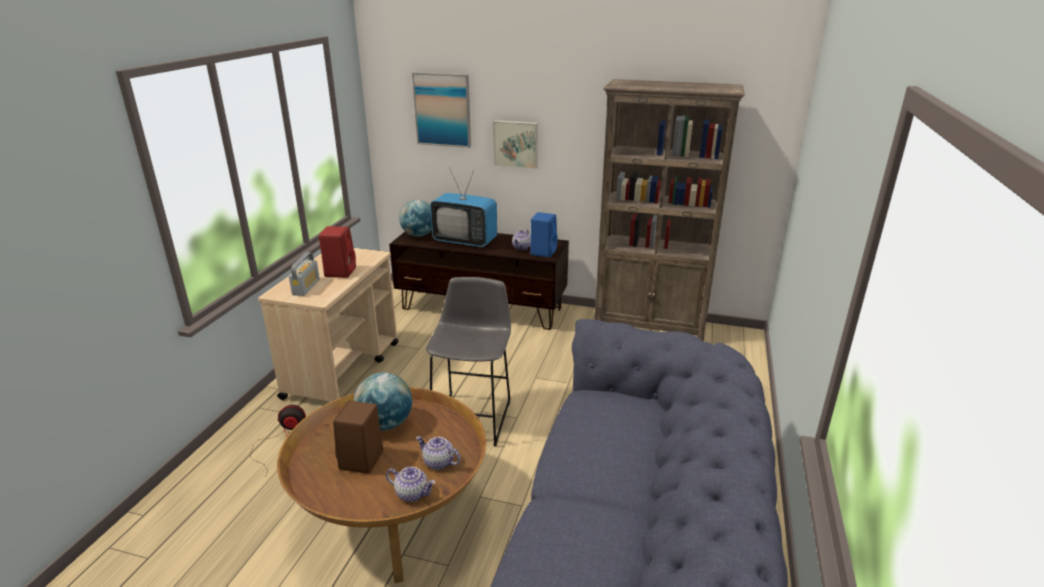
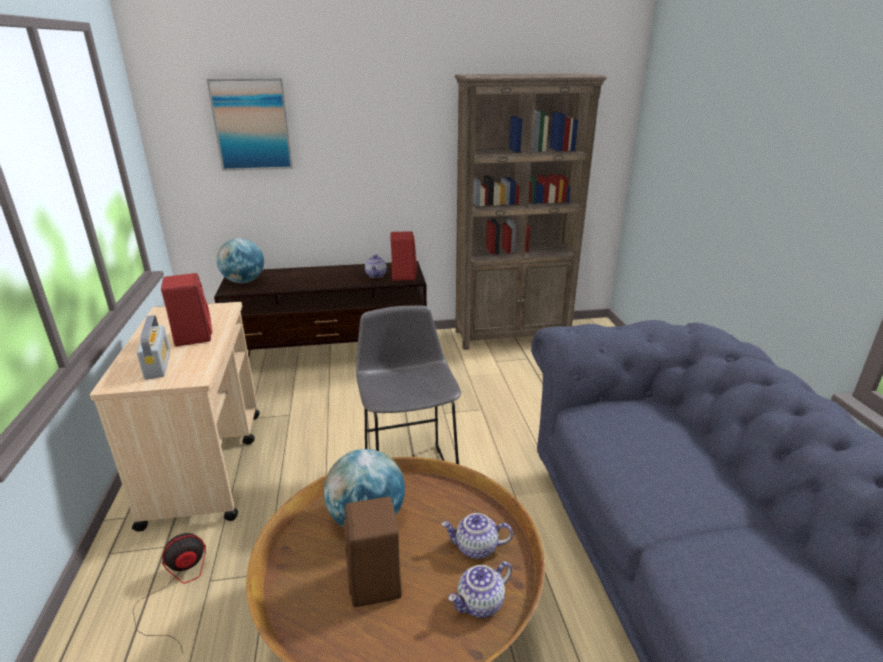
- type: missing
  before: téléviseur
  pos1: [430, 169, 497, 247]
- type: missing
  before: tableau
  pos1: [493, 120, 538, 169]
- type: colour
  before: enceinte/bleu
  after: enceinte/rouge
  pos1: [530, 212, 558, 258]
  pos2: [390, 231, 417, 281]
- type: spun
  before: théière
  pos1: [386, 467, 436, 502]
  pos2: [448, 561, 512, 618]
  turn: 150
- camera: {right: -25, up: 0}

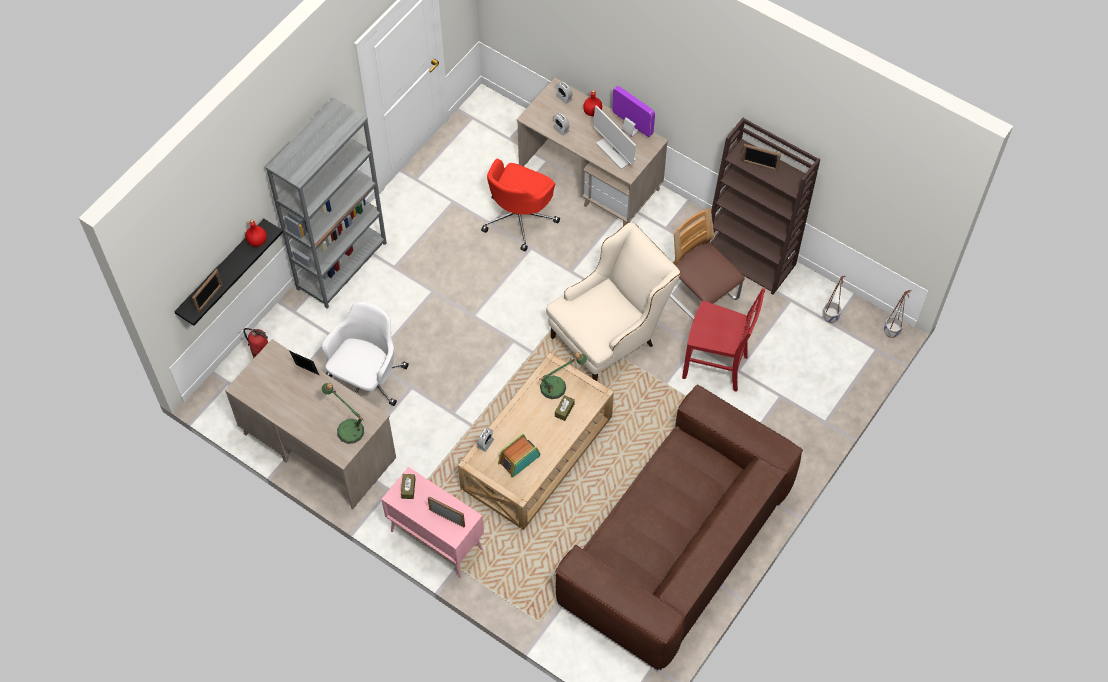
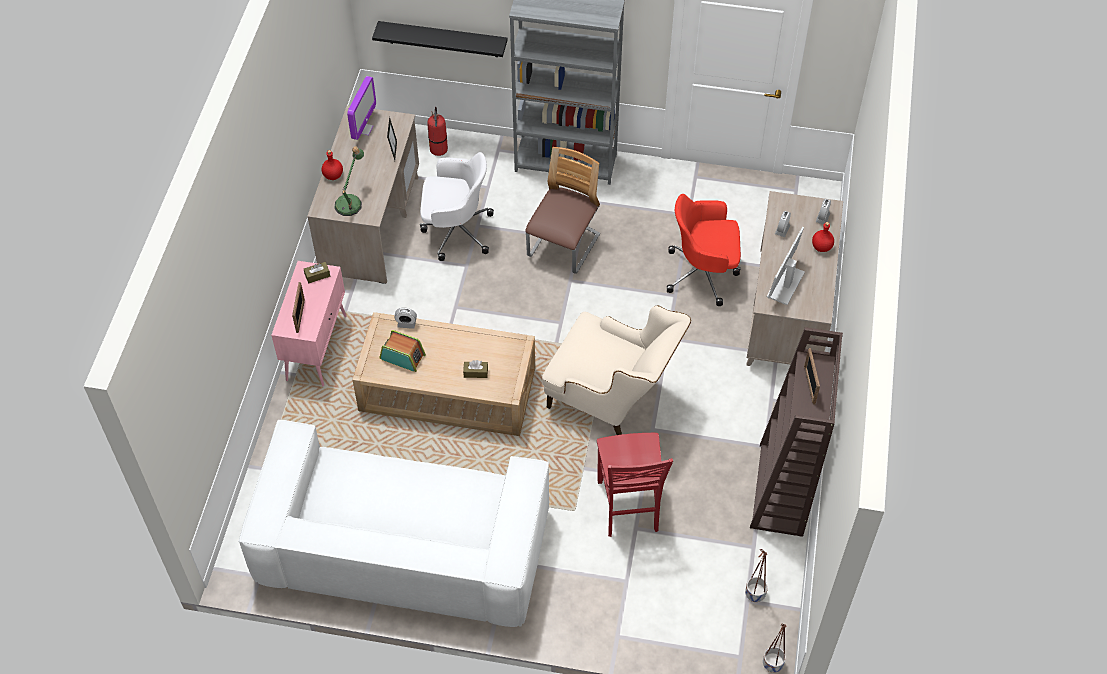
- type: missing
  before: cadre photo
  pos1: [192, 269, 222, 313]
- type: missing
  before: lampe de table
  pos1: [540, 352, 587, 399]
- type: relocated
  before: bouteille/rouge
  pos1: [245, 220, 267, 247]
  pos2: [322, 150, 343, 180]
- type: relocated
  before: écran d'ordinateur
  pos1: [612, 86, 655, 137]
  pos2: [347, 76, 376, 140]
- type: relocated
  before: chaise
  pos1: [670, 208, 745, 320]
  pos2: [525, 147, 600, 274]
- type: colour
  before: canapé/marron
  after: canapé/blanc
  pos1: [555, 384, 803, 670]
  pos2: [238, 420, 549, 627]
- camera: {right: 65, up: -5}

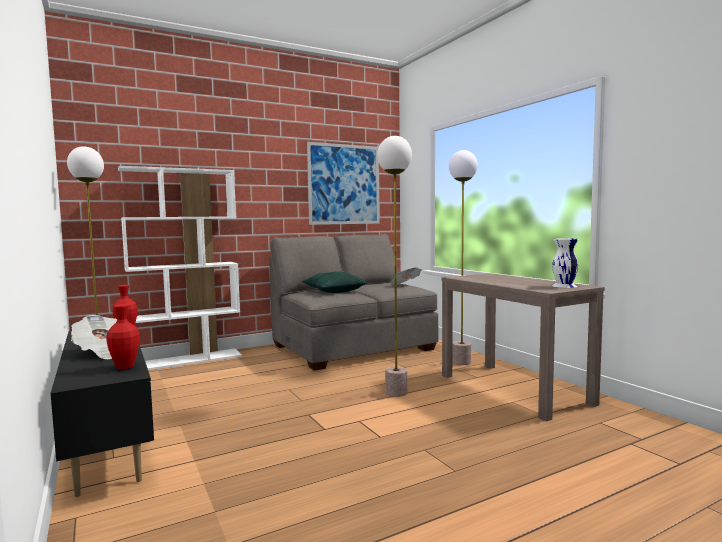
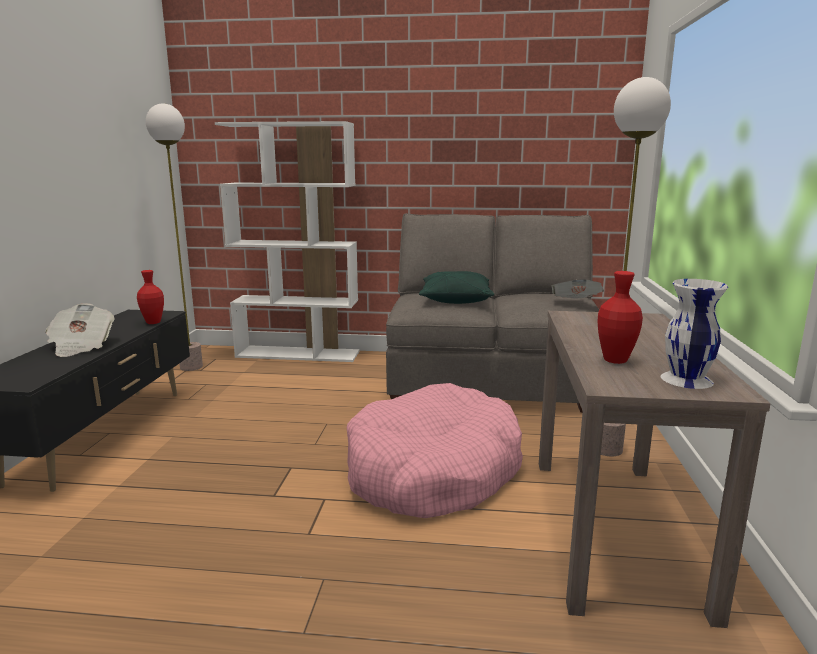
- type: missing
  before: tableau
  pos1: [307, 142, 379, 225]
- type: relocated
  before: vase/rouge
  pos1: [106, 304, 139, 369]
  pos2: [597, 271, 643, 364]
- type: exchanged
  before: lampadaire
  after: panier pour chien/rose
  pos1: [377, 136, 412, 397]
  pos2: [347, 383, 523, 518]
- camera: {right: 35, up: 10}

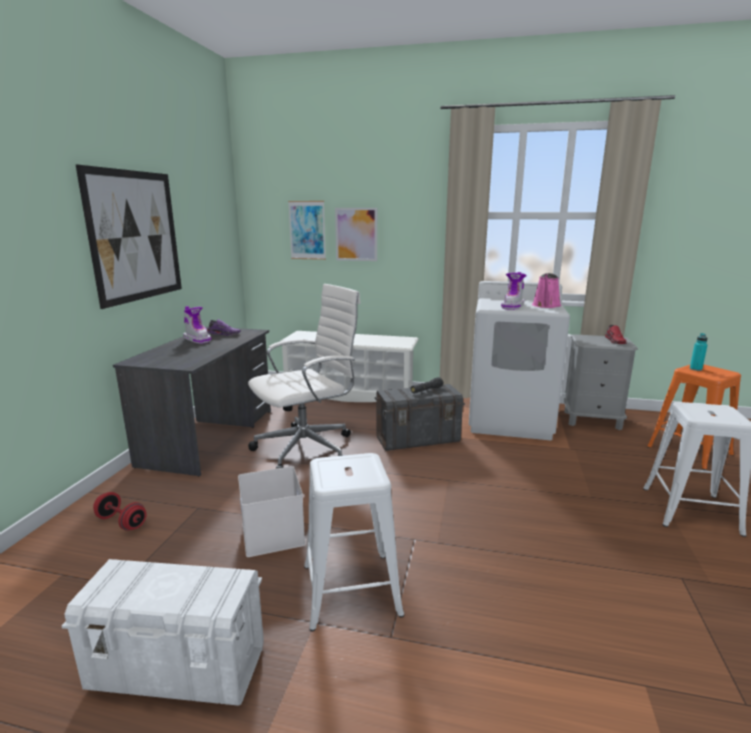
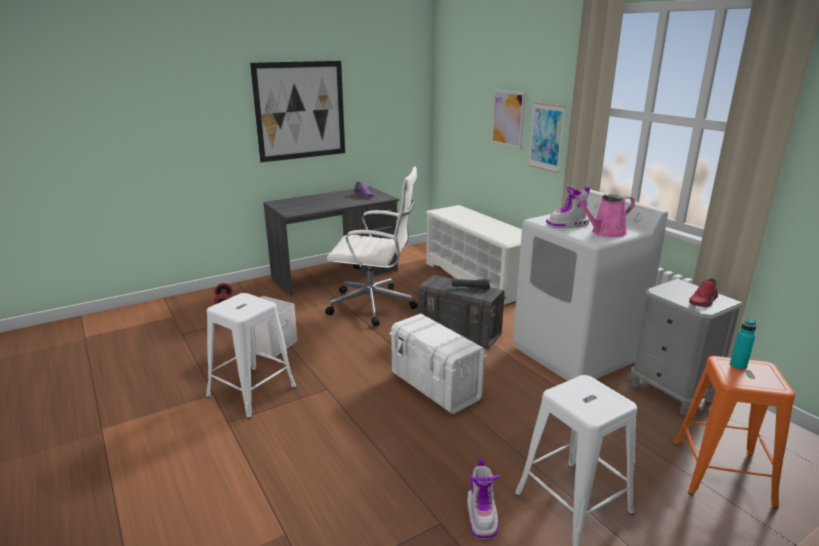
- type: relocated
  before: boîte de rangement/blanc
  pos1: [62, 559, 264, 706]
  pos2: [389, 314, 487, 414]
- type: relocated
  before: botte
  pos1: [183, 306, 211, 344]
  pos2: [467, 459, 500, 539]
- type: relocated
  before: tableau
  pos1: [288, 201, 326, 260]
  pos2: [528, 102, 566, 173]
- camera: {right: 45, up: 5}

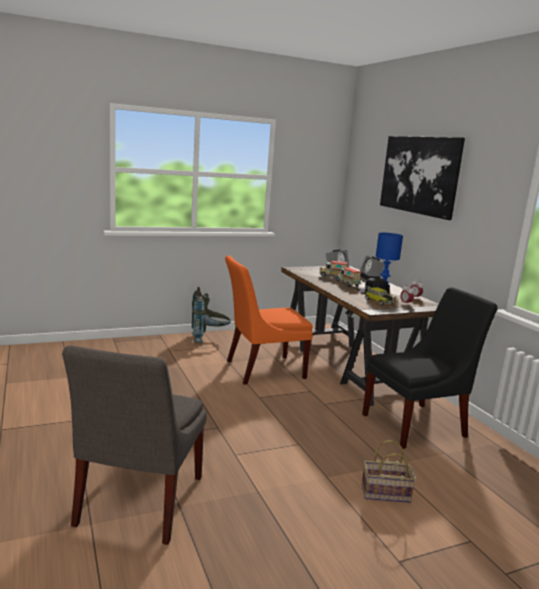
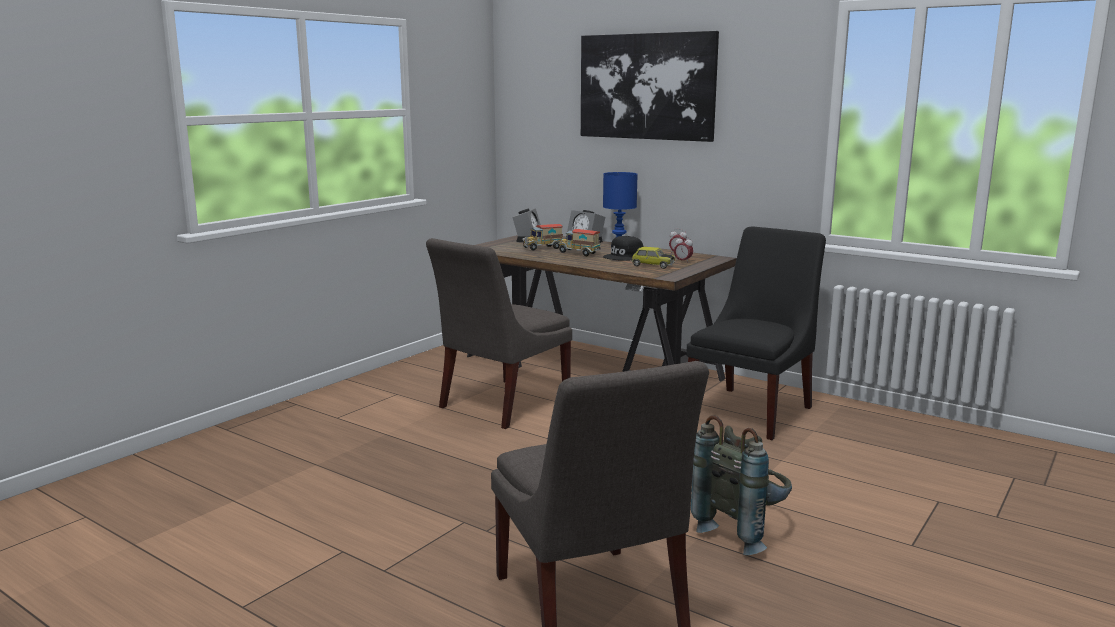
- type: missing
  before: panier
  pos1: [362, 440, 416, 503]
- type: relocated
  before: sac à dos/gris
  pos1: [192, 286, 231, 342]
  pos2: [691, 415, 792, 555]
- type: colour
  before: chaise/orange
  after: chaise/gris
  pos1: [225, 255, 313, 385]
  pos2: [426, 238, 572, 429]
- camera: {right: -30, up: 0}

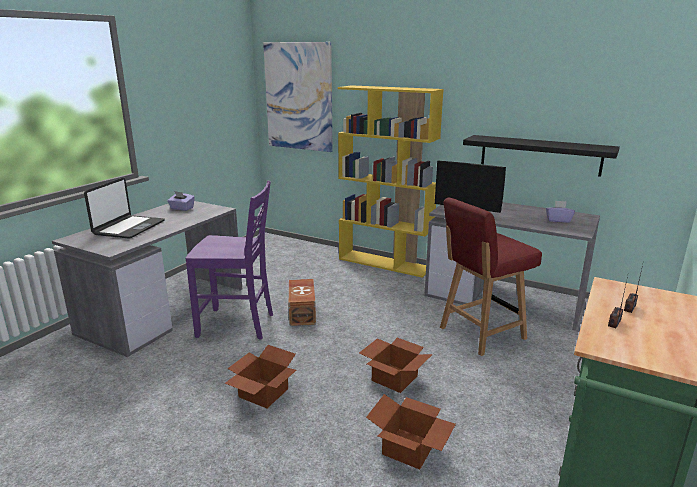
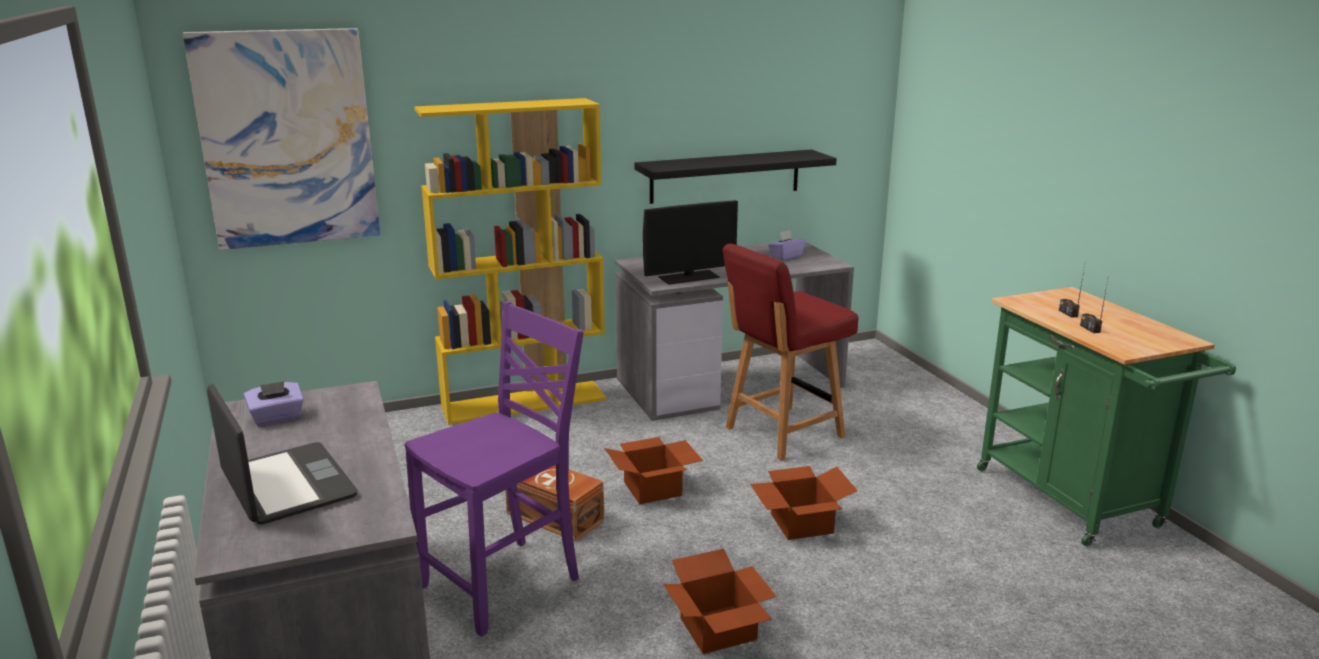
- type: relocated
  before: carton
  pos1: [366, 394, 456, 469]
  pos2: [604, 437, 703, 504]
- type: spun
  before: chaise/rouge
  pos1: [440, 198, 542, 356]
  pos2: [723, 243, 858, 460]
  turn: 45
- camera: {right: -50, up: 0}

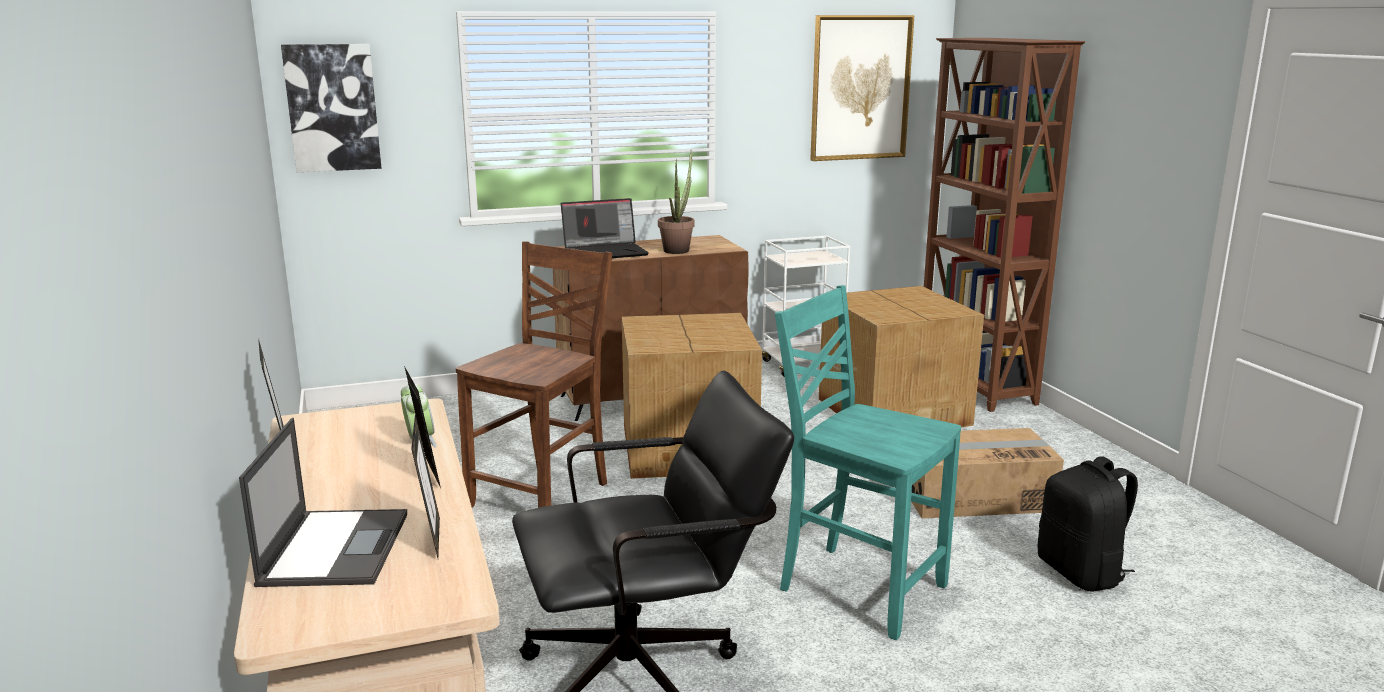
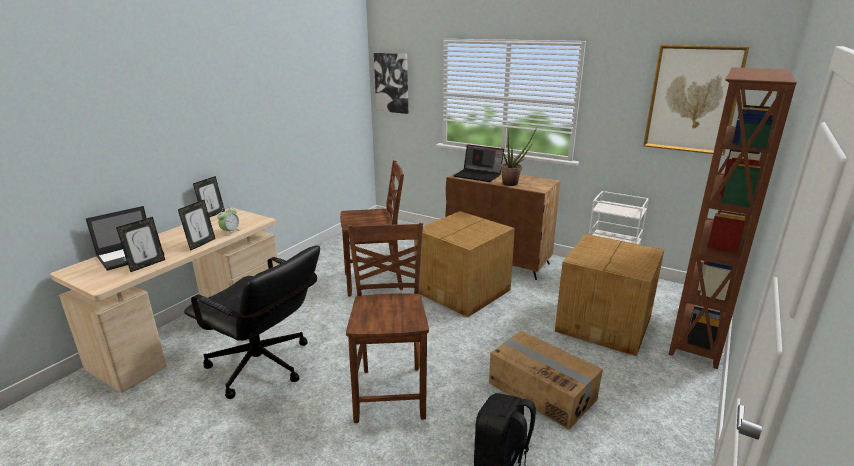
- type: colour
  before: chaise/turquoise
  after: chaise/marron
  pos1: [775, 285, 961, 640]
  pos2: [346, 223, 429, 423]
- camera: {right: 50, up: 5}

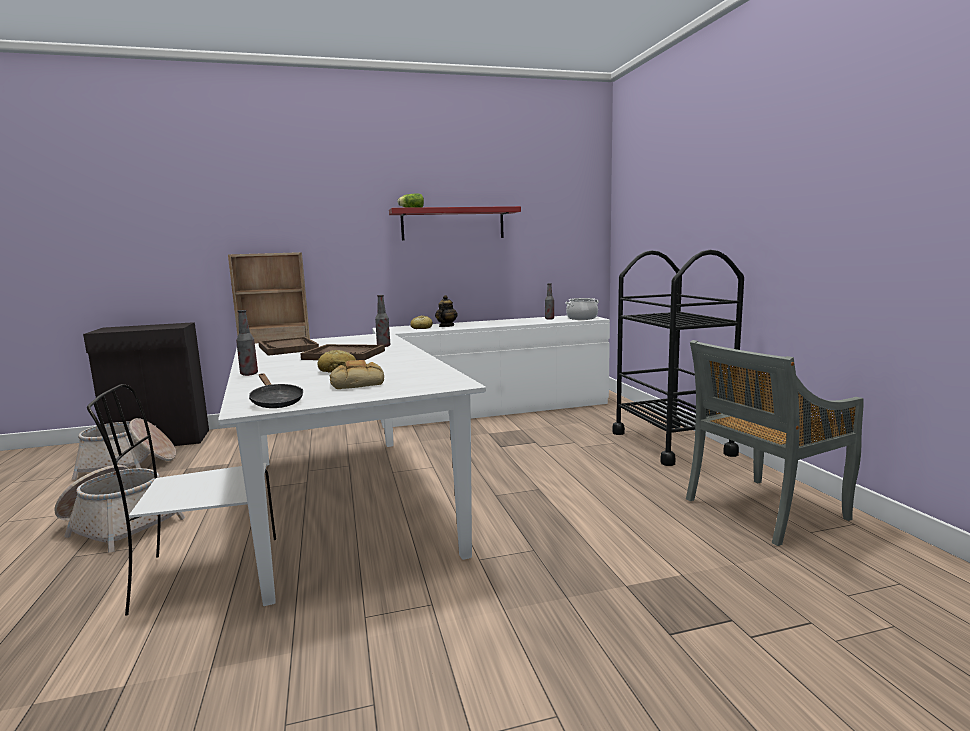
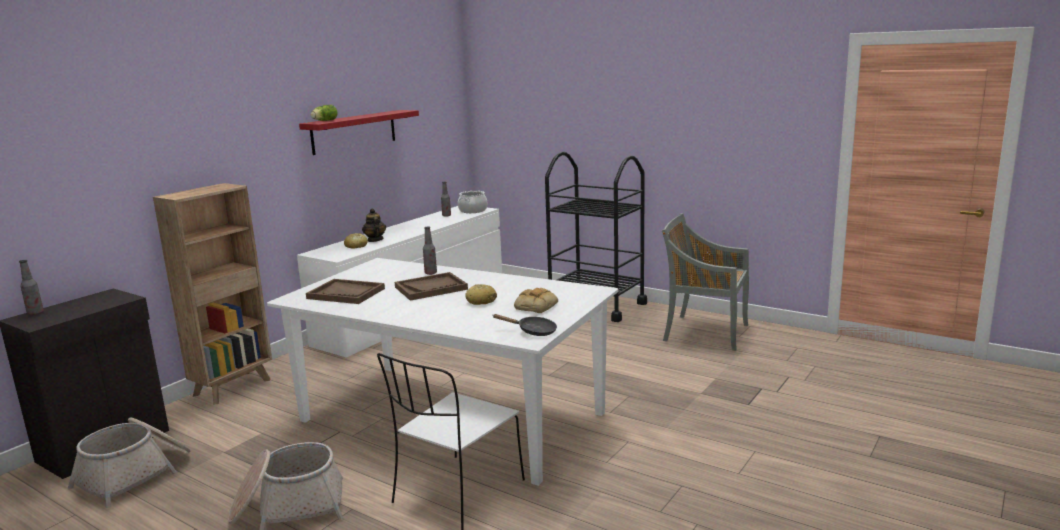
- type: relocated
  before: bouteille
  pos1: [236, 310, 258, 376]
  pos2: [19, 260, 44, 315]
- type: spun
  before: chaise/gris
  pos1: [686, 340, 864, 546]
  pos2: [662, 213, 749, 351]
  turn: 90
- camera: {right: -40, up: 5}

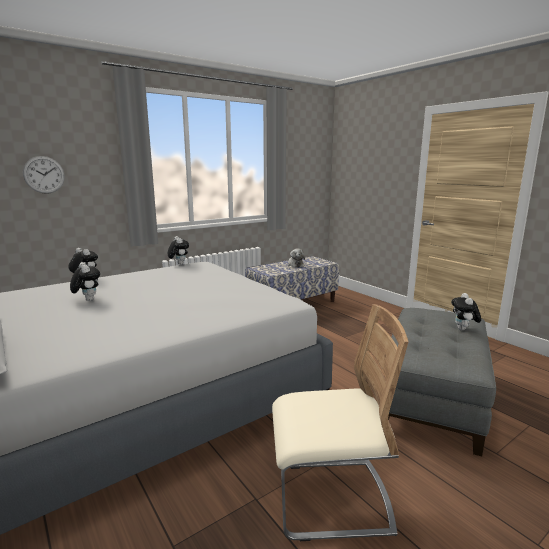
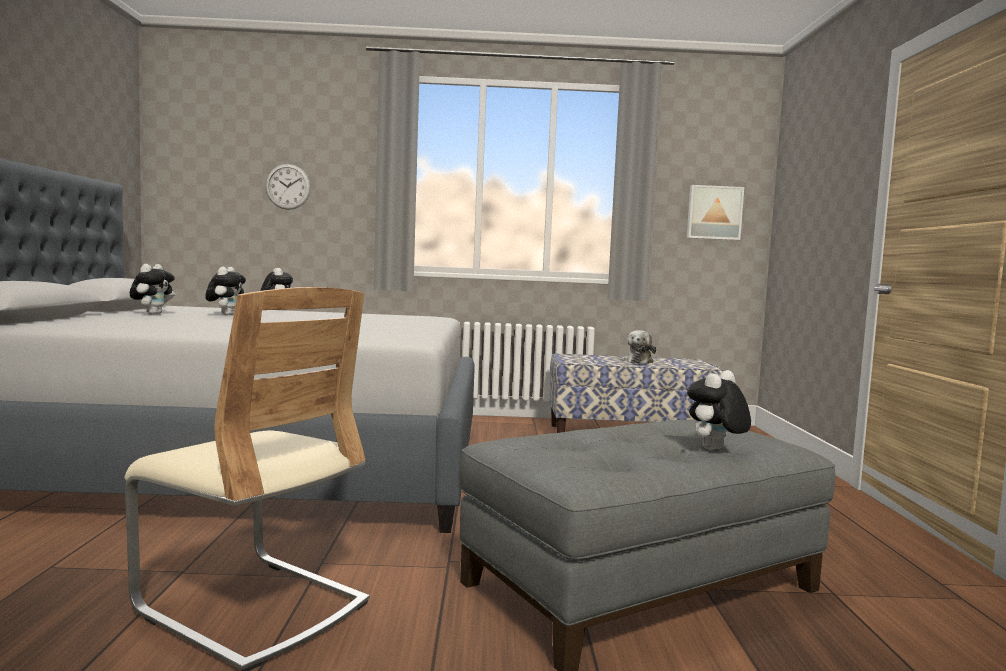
- type: appeared
  after: tableau
  pos2: [687, 185, 744, 240]
- type: relocated
  before: peluche
  pos1: [168, 236, 189, 265]
  pos2: [130, 264, 175, 314]
- camera: {right: 35, up: -10}

